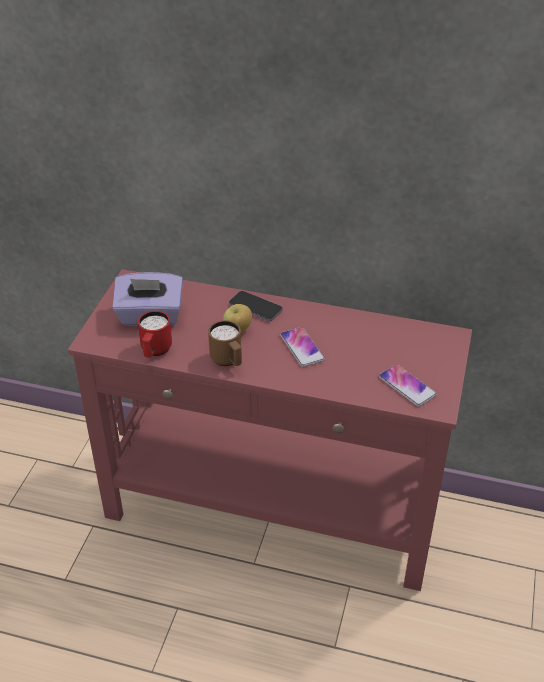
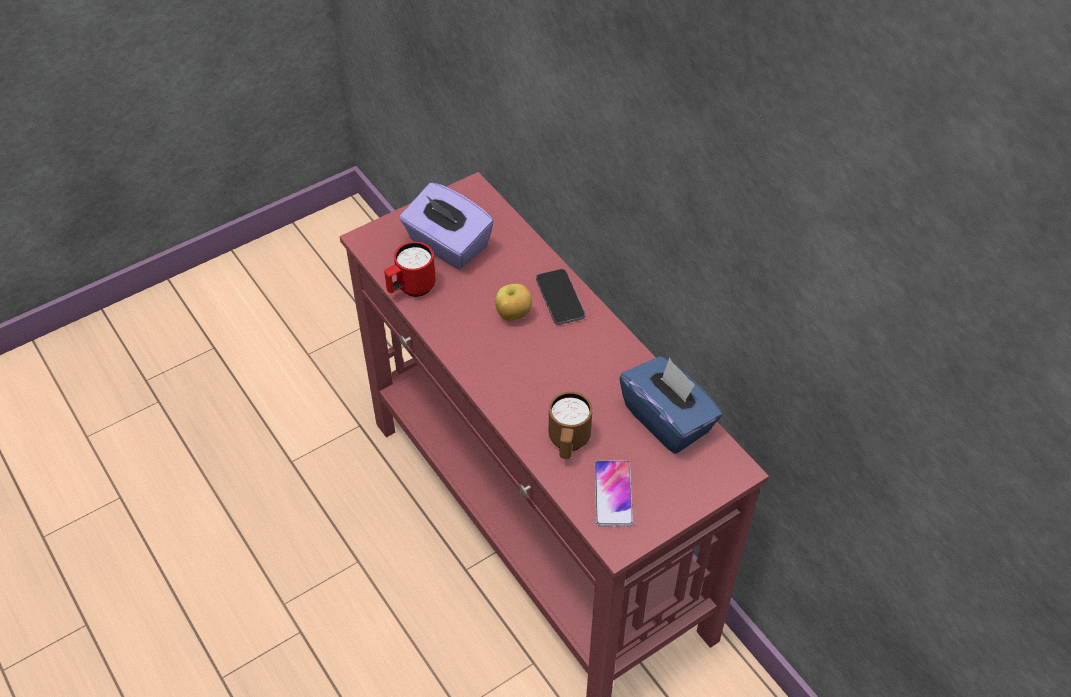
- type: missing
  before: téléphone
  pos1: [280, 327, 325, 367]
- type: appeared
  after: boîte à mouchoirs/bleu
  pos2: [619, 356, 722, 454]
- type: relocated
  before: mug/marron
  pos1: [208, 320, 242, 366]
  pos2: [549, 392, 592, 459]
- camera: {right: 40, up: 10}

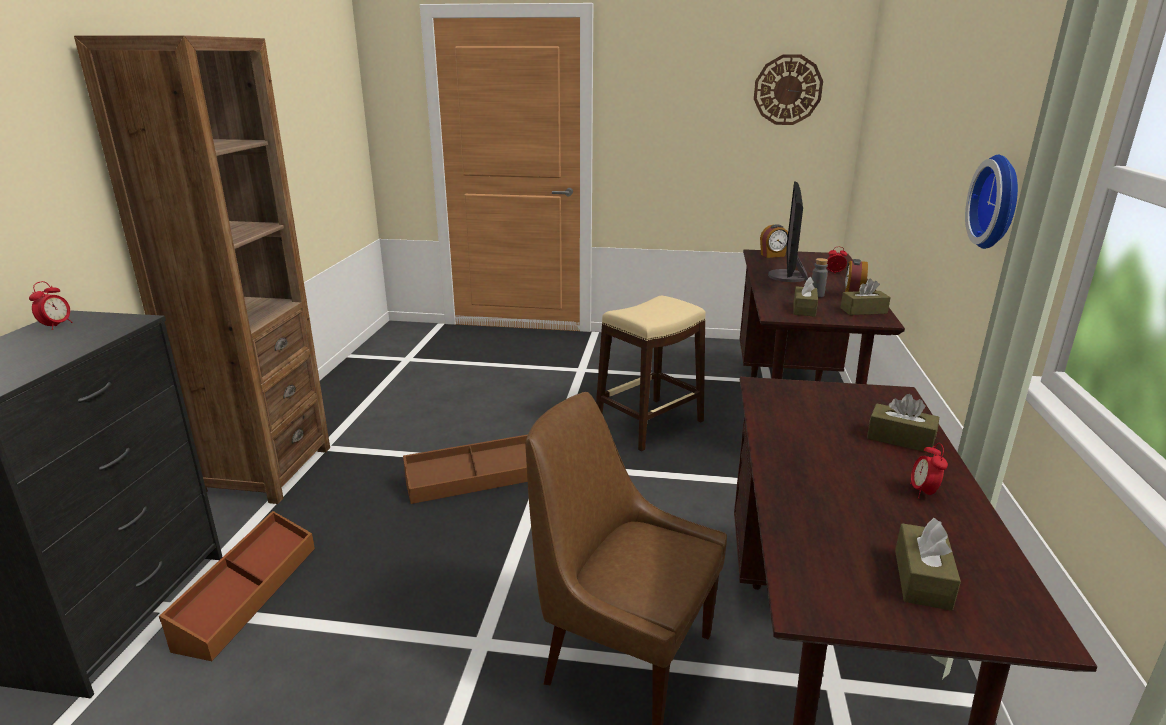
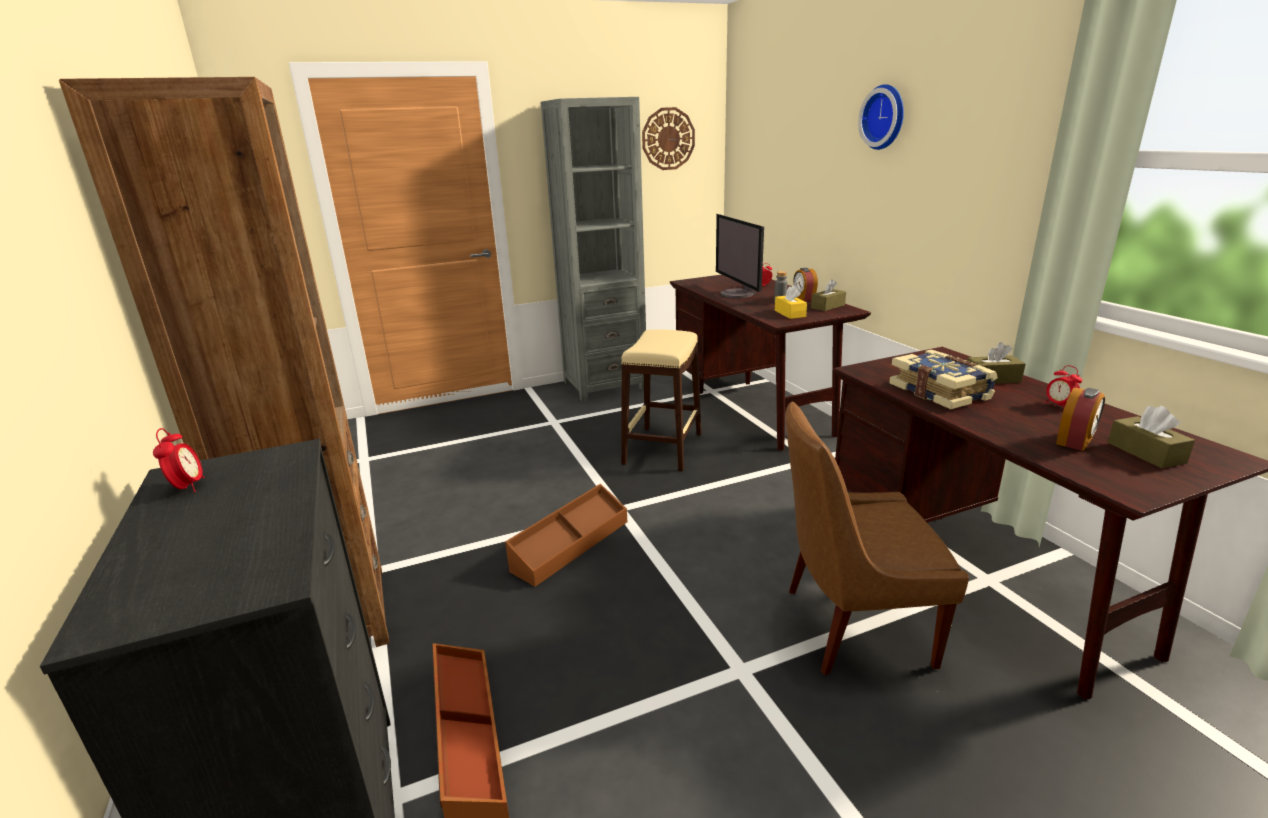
- type: appeared
  after: bibliothèque/gris
  pos2: [541, 97, 646, 401]
- type: appeared
  after: livre
  pos2: [889, 350, 998, 409]
- type: relocated
  before: réveil
  pos1: [760, 224, 788, 258]
  pos2: [1056, 388, 1105, 451]
- type: relocated
  before: horloge murale
  pos1: [965, 155, 1018, 249]
  pos2: [858, 84, 904, 150]
- type: colour
  before: boîte à mouchoirs/marron
  after: boîte à mouchoirs/jaune
  pos1: [793, 277, 818, 317]
  pos2: [775, 286, 807, 319]
- camera: {right: -30, up: 0}

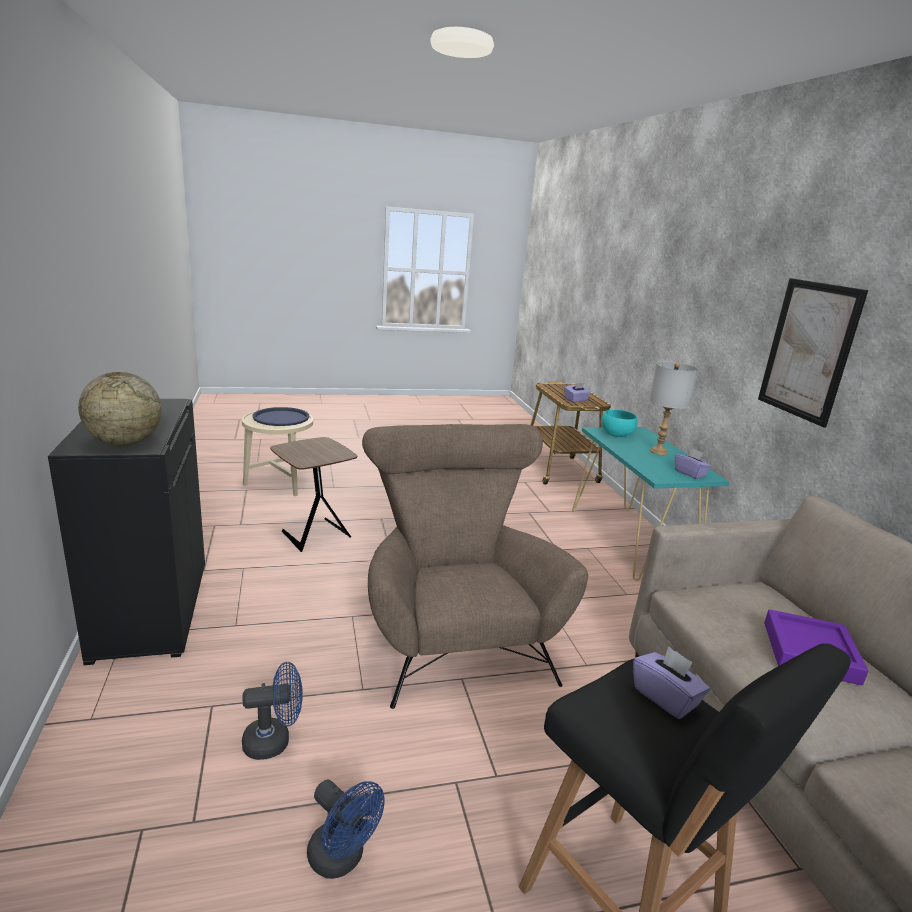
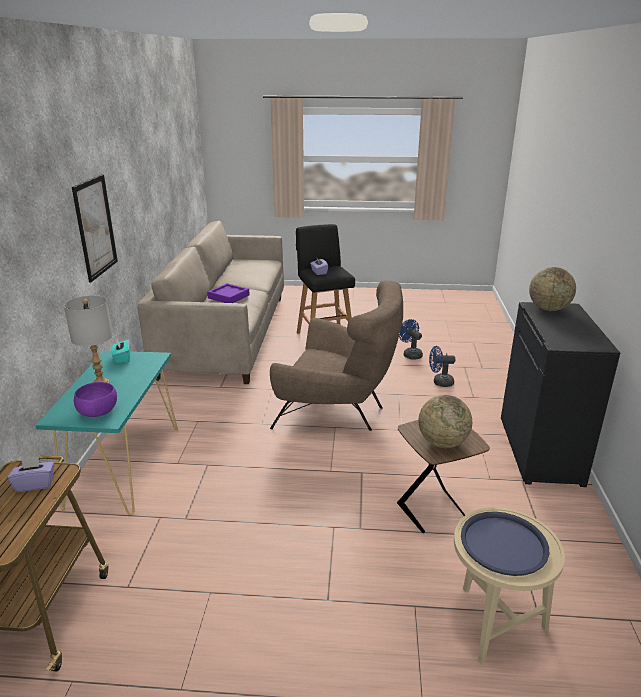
- type: appeared
  after: globe
  pos2: [418, 395, 472, 448]
- type: colour
  before: bol/turquoise
  after: bol/violet
  pos1: [601, 410, 638, 437]
  pos2: [74, 382, 117, 417]
- type: colour
  before: boîte à mouchoirs/violet
  after: boîte à mouchoirs/turquoise
  pos1: [675, 448, 712, 479]
  pos2: [111, 338, 130, 364]
- type: spun
  before: fauteuil/marron
  pos1: [362, 424, 588, 709]
  pos2: [270, 280, 403, 431]
  turn: -75
- camera: {right: -160, up: 5}

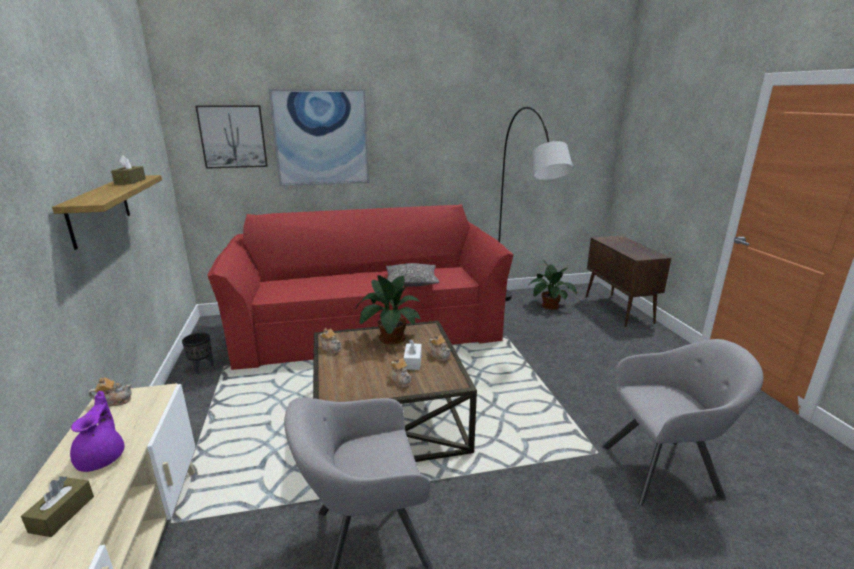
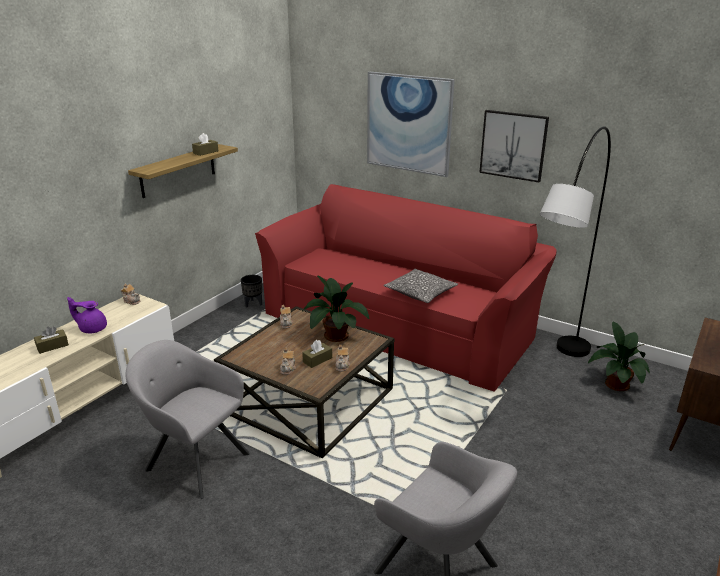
- type: relocated
  before: tableau
  pos1: [195, 105, 268, 169]
  pos2: [479, 110, 549, 183]
- type: colour
  before: boîte à mouchoirs/blanc
  after: boîte à mouchoirs/marron
  pos1: [404, 339, 422, 370]
  pos2: [302, 340, 332, 368]
- type: spun
  before: théière/violet
  pos1: [70, 391, 124, 472]
  pos2: [67, 297, 107, 333]
  turn: -120
- camera: {right: 45, up: 5}

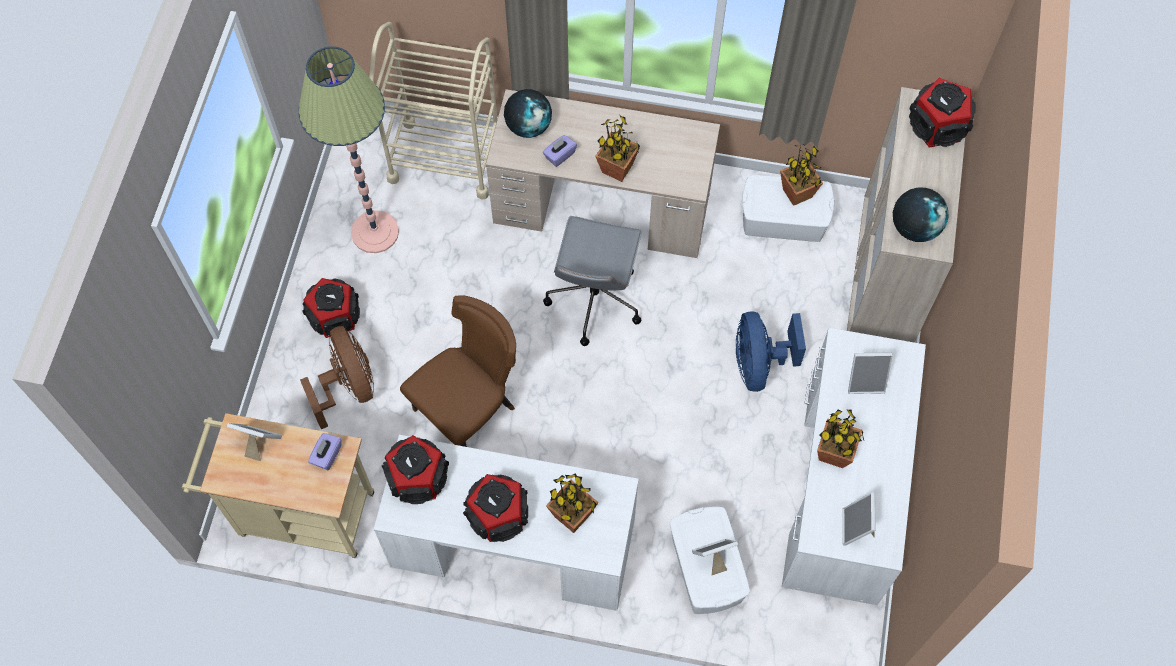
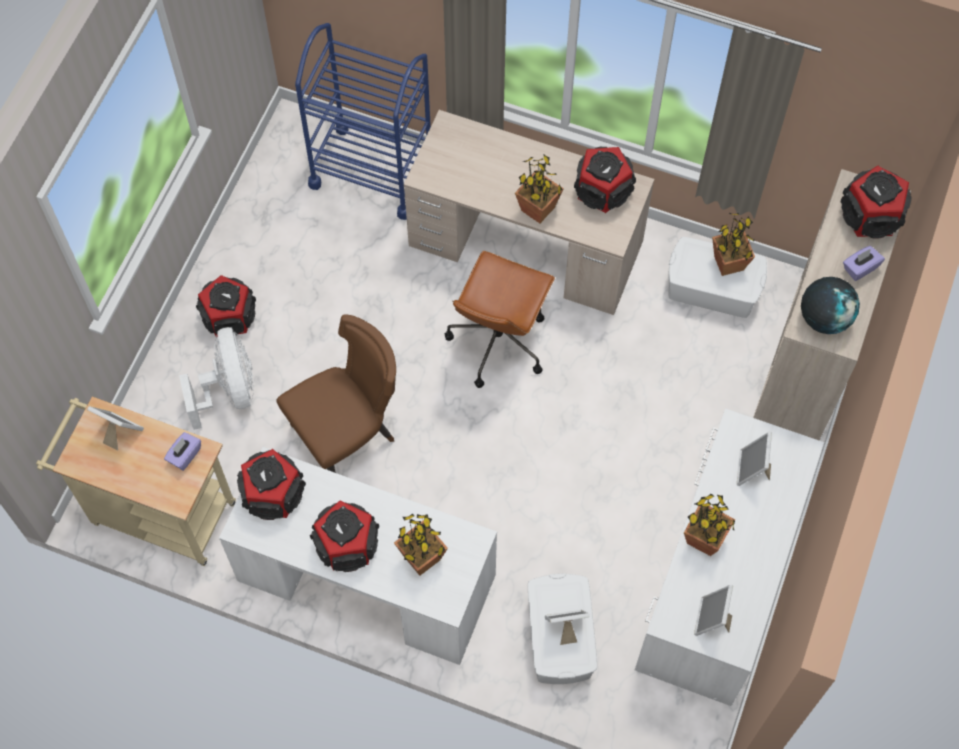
- type: missing
  before: lampadaire
  pos1: [298, 46, 399, 253]
- type: missing
  before: globe
  pos1: [504, 89, 552, 138]
- type: missing
  before: ventilateur/bleu
  pos1: [736, 311, 806, 392]
- type: appeared
  after: enceinte
  pos2: [574, 147, 636, 213]
- type: relocated
  before: boîte à mouchoirs/violet
  pos1: [543, 135, 577, 167]
  pos2: [843, 246, 885, 281]
- type: colour
  before: ventilateur/marron
  after: ventilateur/blanc
  pos1: [300, 326, 374, 429]
  pos2: [179, 327, 254, 430]
- type: colour
  before: chariot/beige
  after: chariot/bleu
  pos1: [369, 22, 498, 200]
  pos2: [295, 23, 431, 220]
- type: colour
  before: chaise de bureau/gris
  after: chaise de bureau/marron
  pos1: [543, 216, 642, 346]
  pos2: [445, 251, 555, 388]
- type: spun
  before: cadre photo
  pos1: [848, 352, 893, 394]
  pos2: [737, 432, 772, 486]
  turn: 90
- camera: {right: 10, up: 0}

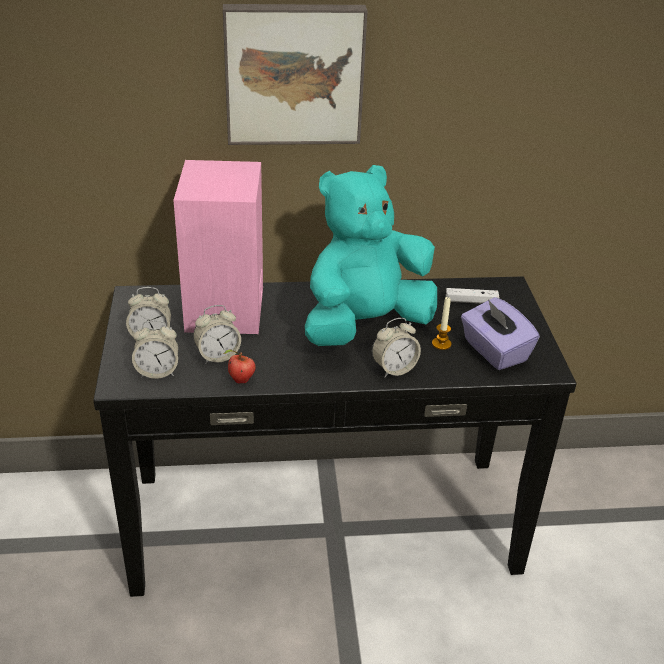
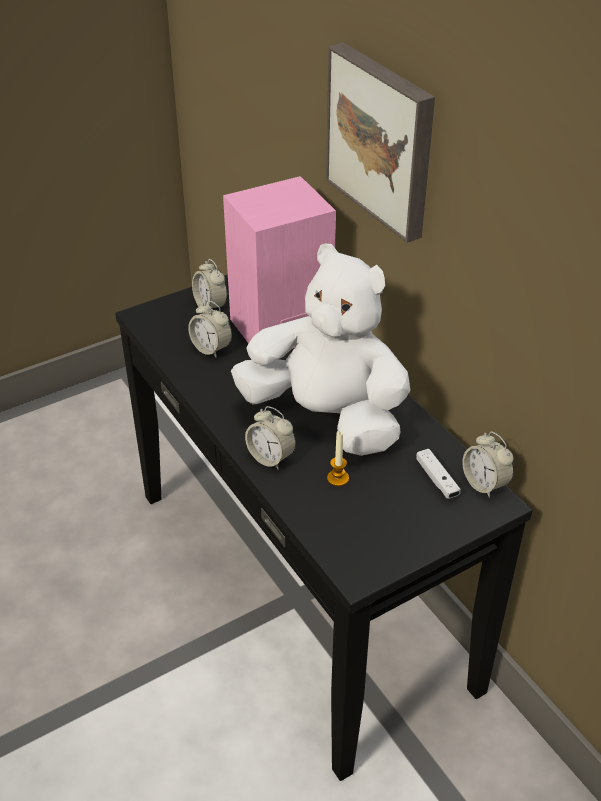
- type: missing
  before: pomme
  pos1: [223, 349, 256, 383]
- type: missing
  before: boîte à mouchoirs/violet
  pos1: [461, 297, 540, 370]
- type: relocated
  before: réveil
  pos1: [132, 320, 179, 379]
  pos2: [462, 432, 514, 498]
- type: colour
  before: peluche/turquoise
  after: peluche/blanc
  pos1: [305, 165, 437, 346]
  pos2: [231, 244, 410, 456]
- camera: {right: 65, up: 5}

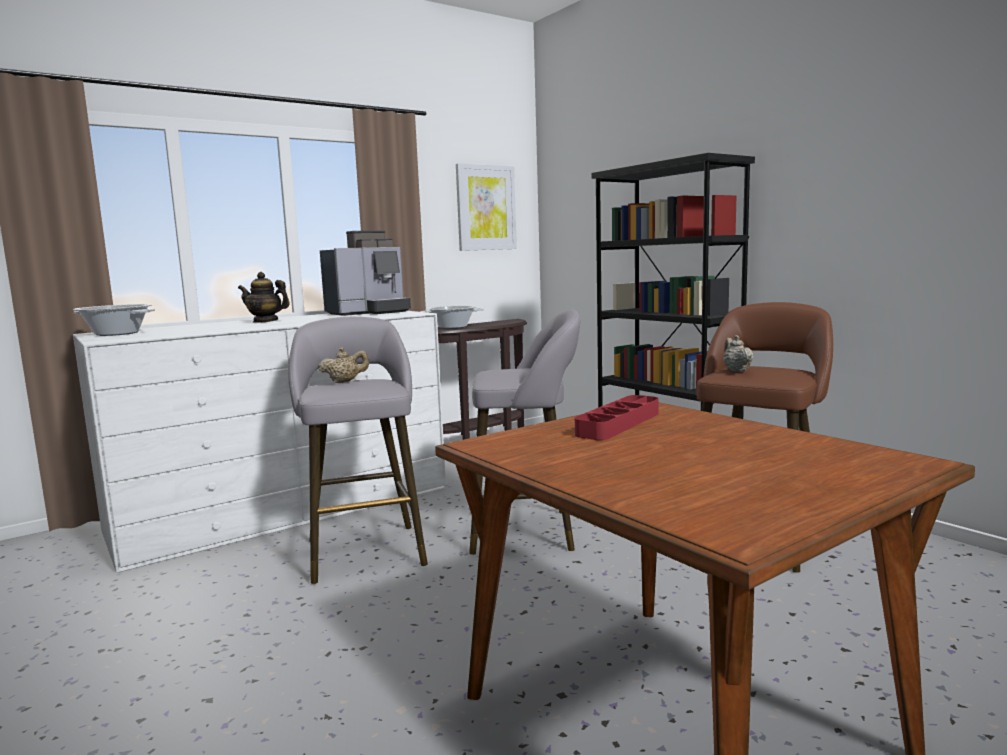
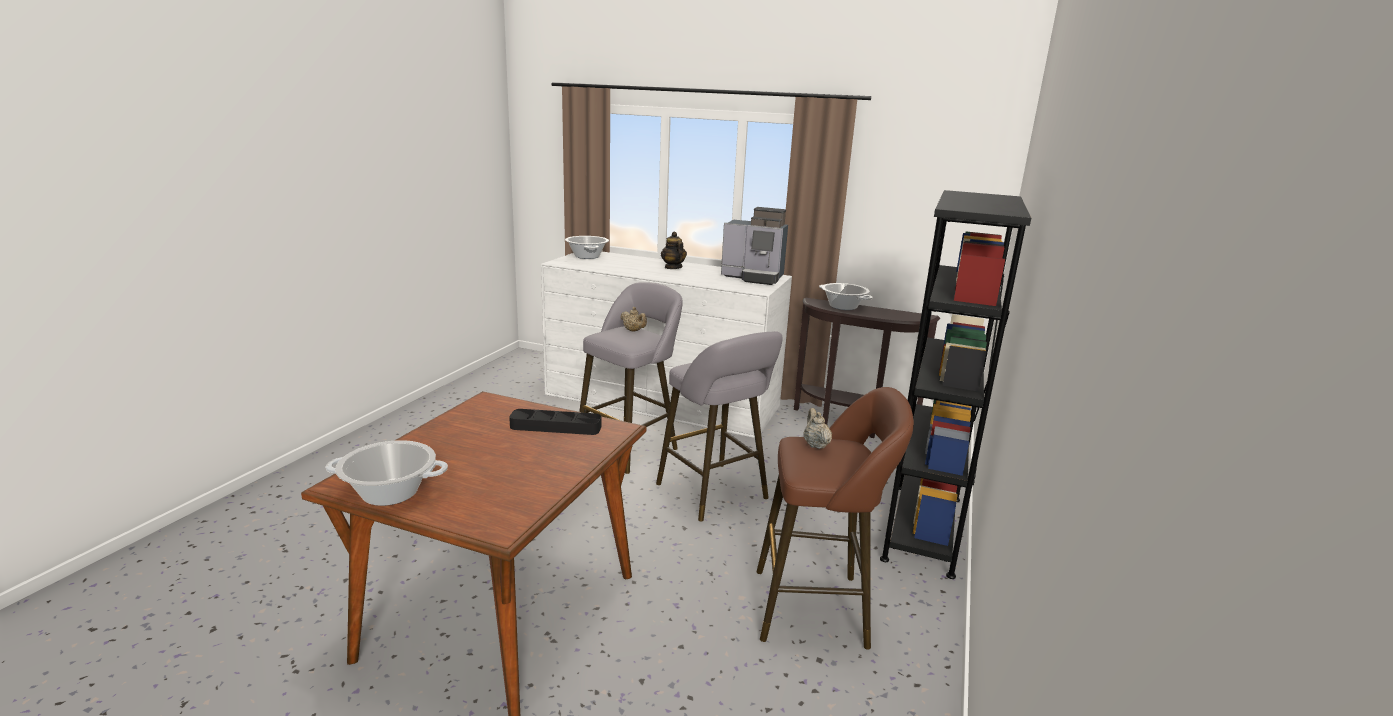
- type: missing
  before: tableau
  pos1: [456, 163, 517, 251]
- type: appeared
  after: marmite
  pos2: [325, 440, 448, 506]
- type: colour
  before: plateau/rouge
  after: plateau/noir
  pos1: [575, 395, 659, 440]
  pos2: [509, 409, 601, 435]
- type: spun
  before: théière/beige
  pos1: [723, 335, 753, 372]
  pos2: [803, 408, 832, 449]
  turn: -60
- camera: {right: 55, up: 10}

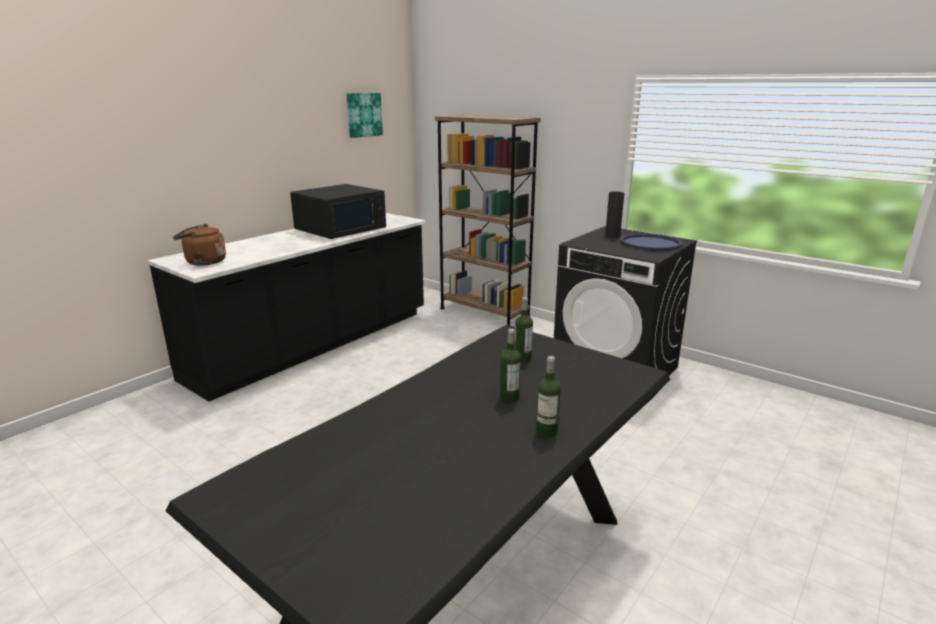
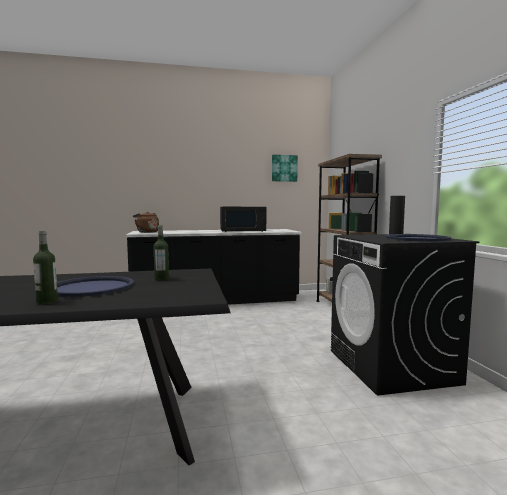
- type: exchanged
  before: bouteille
  after: plateau/bleu
  pos1: [500, 328, 521, 403]
  pos2: [57, 276, 134, 297]
- camera: {right: 40, up: -15}

